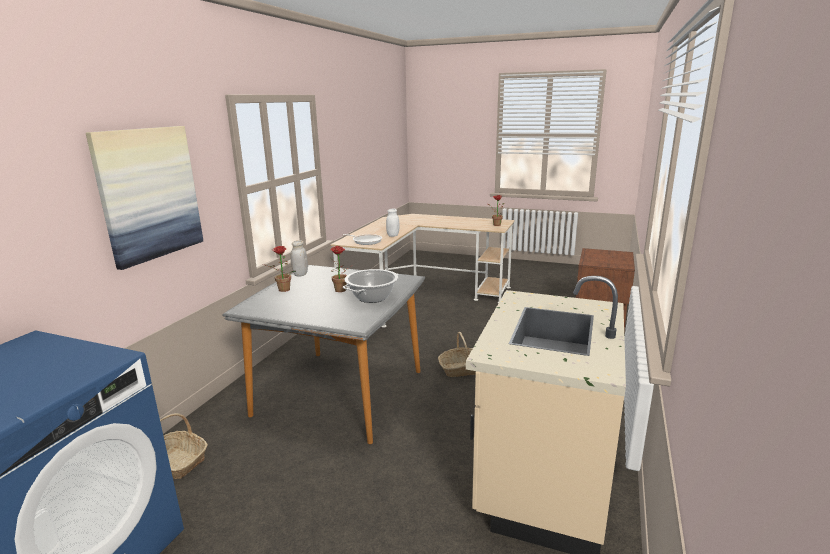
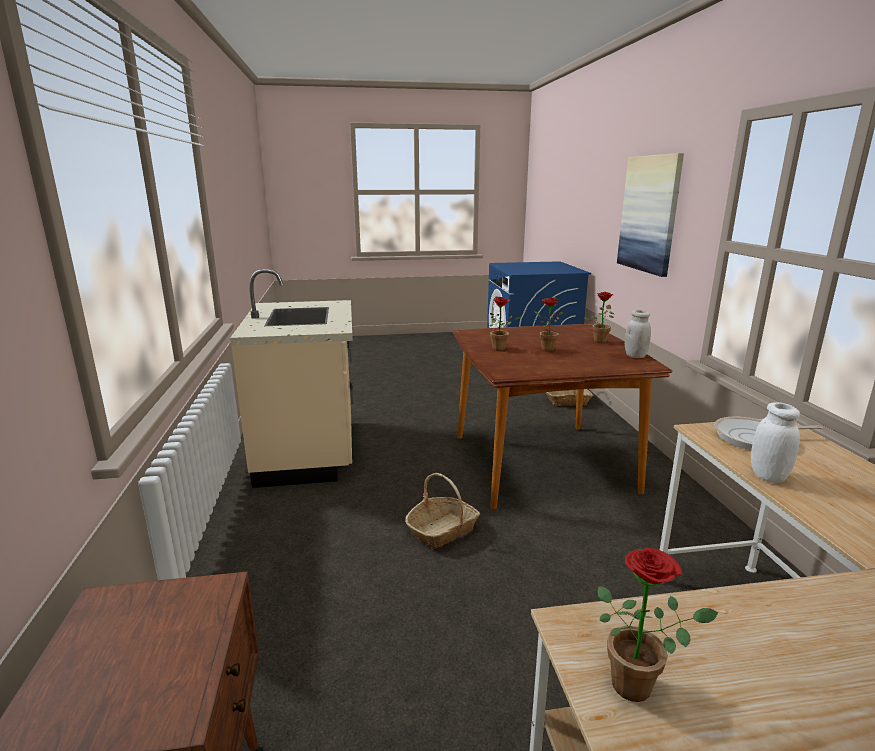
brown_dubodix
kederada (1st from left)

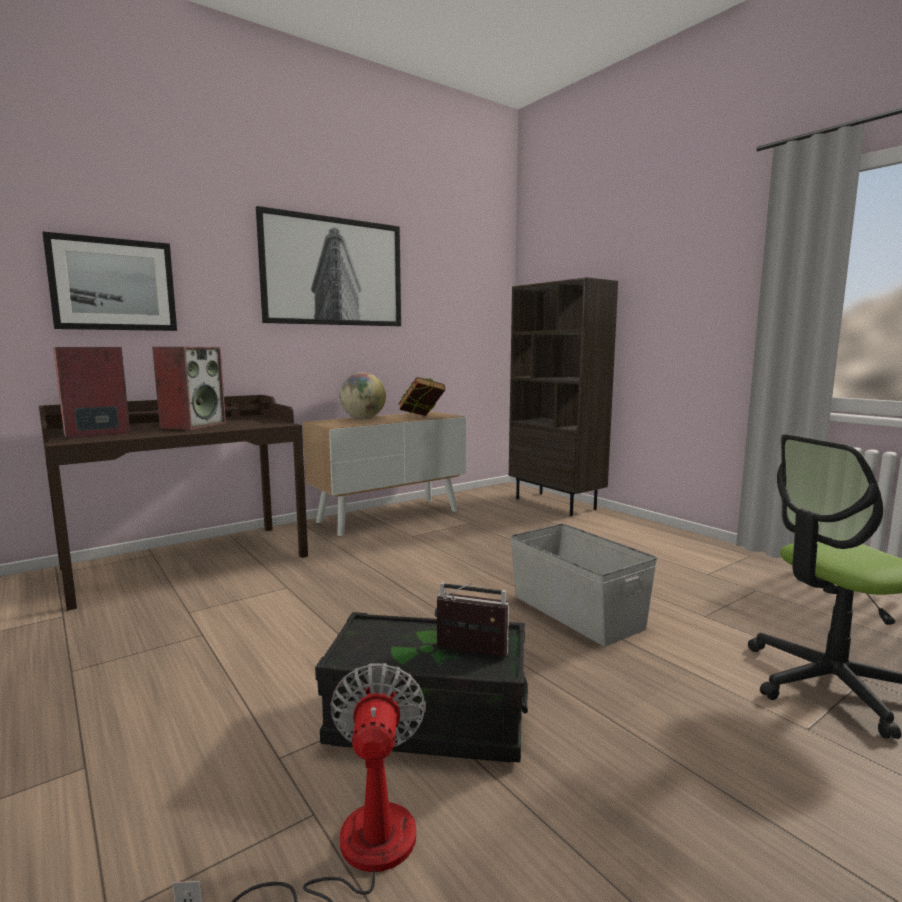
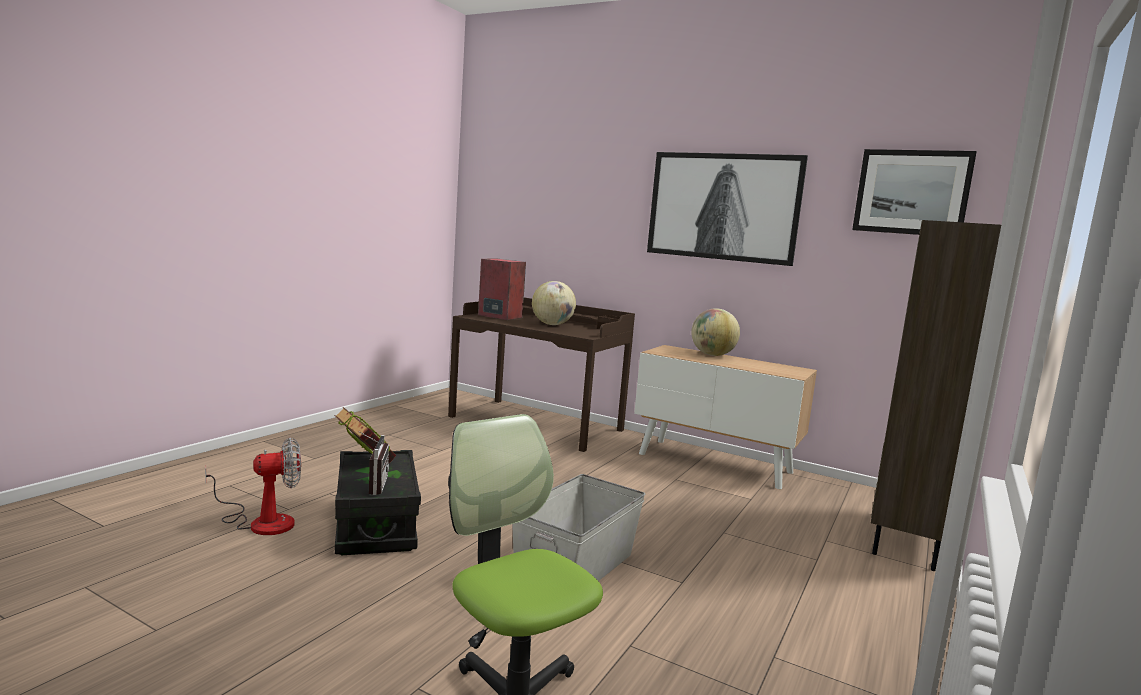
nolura (2nd from left)
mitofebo (1st from left)
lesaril

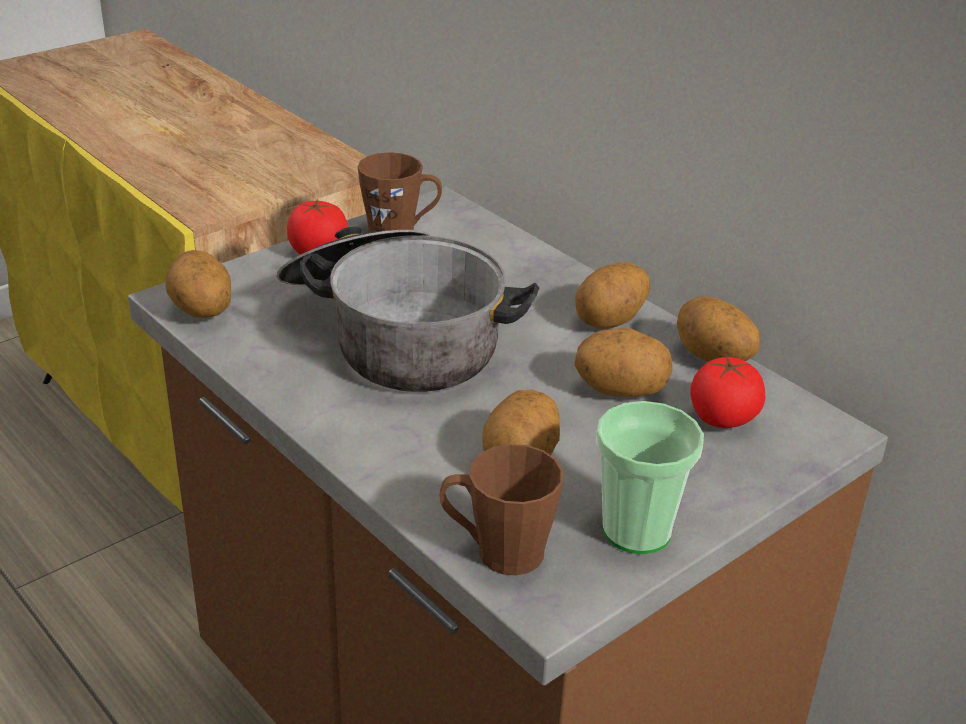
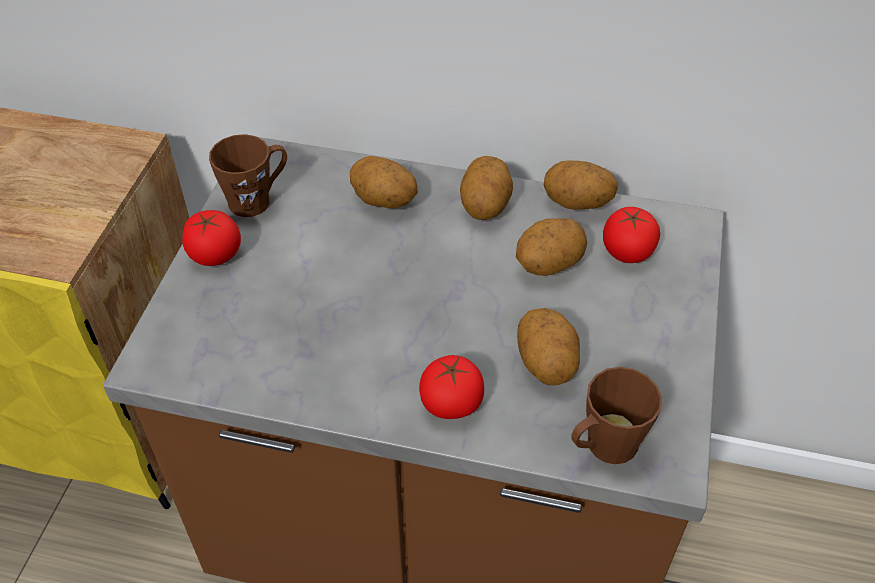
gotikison (1st from left)
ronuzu
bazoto
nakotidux (2nd from left)

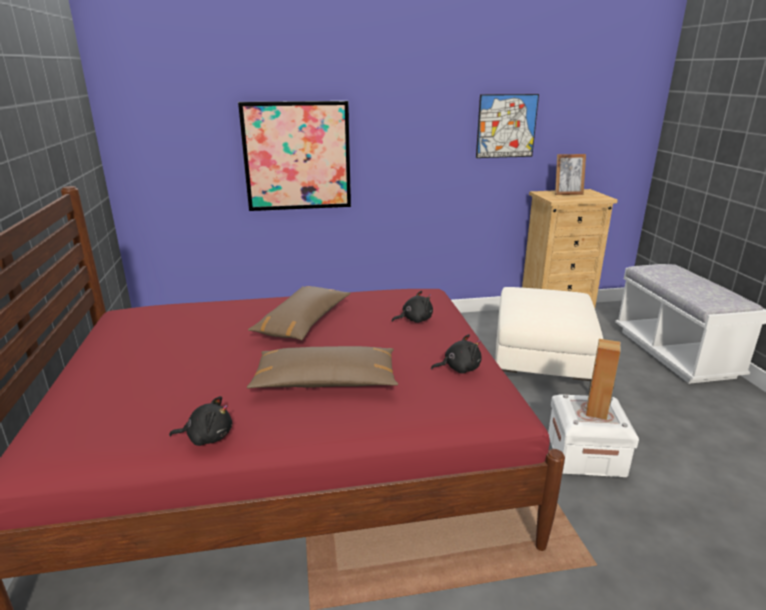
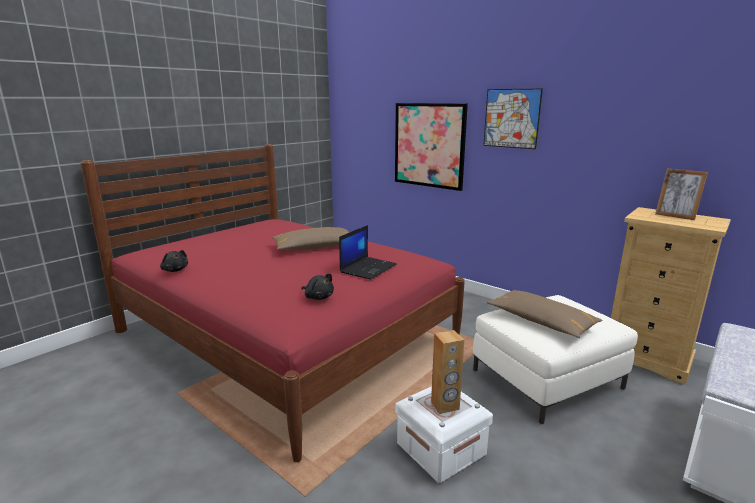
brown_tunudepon (2nd from left)
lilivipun
nolura (2nd from left)

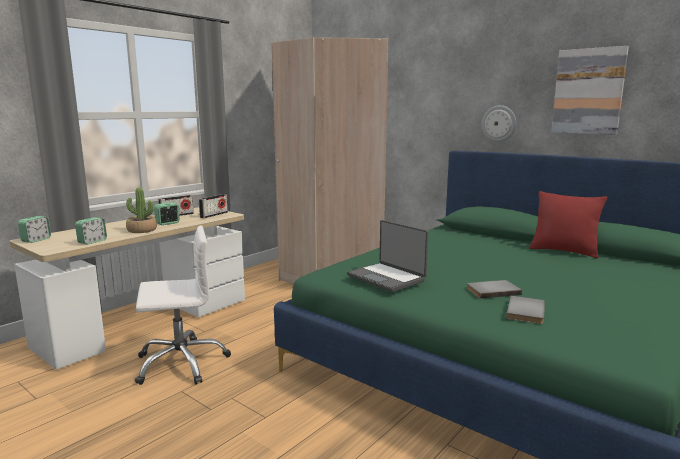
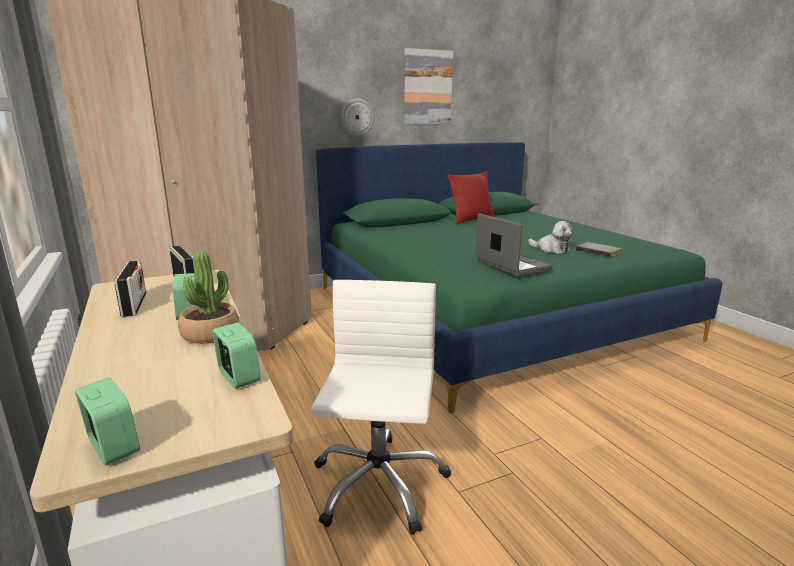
lilivipun
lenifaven

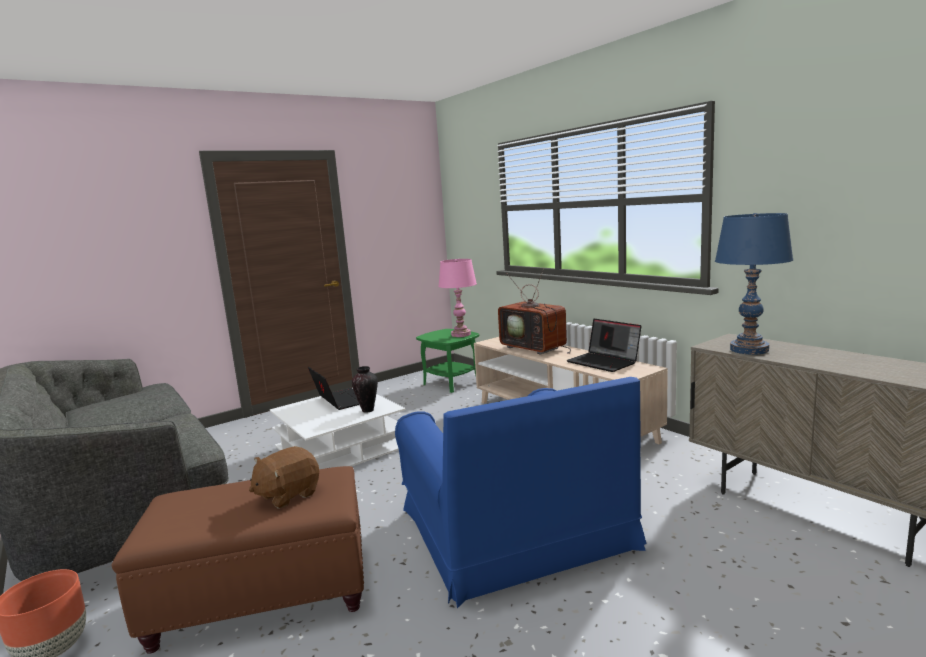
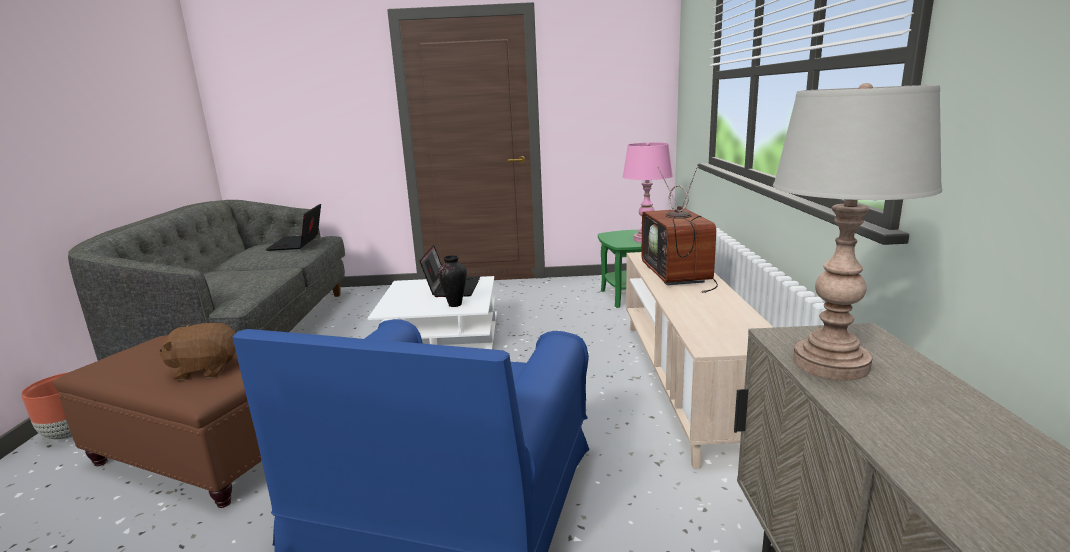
lilivipun (1st from left)
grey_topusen

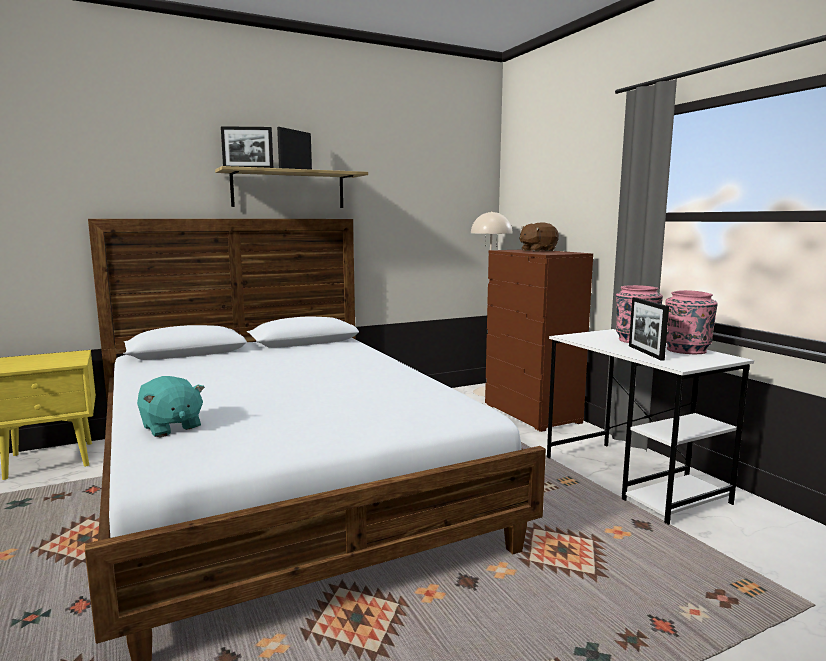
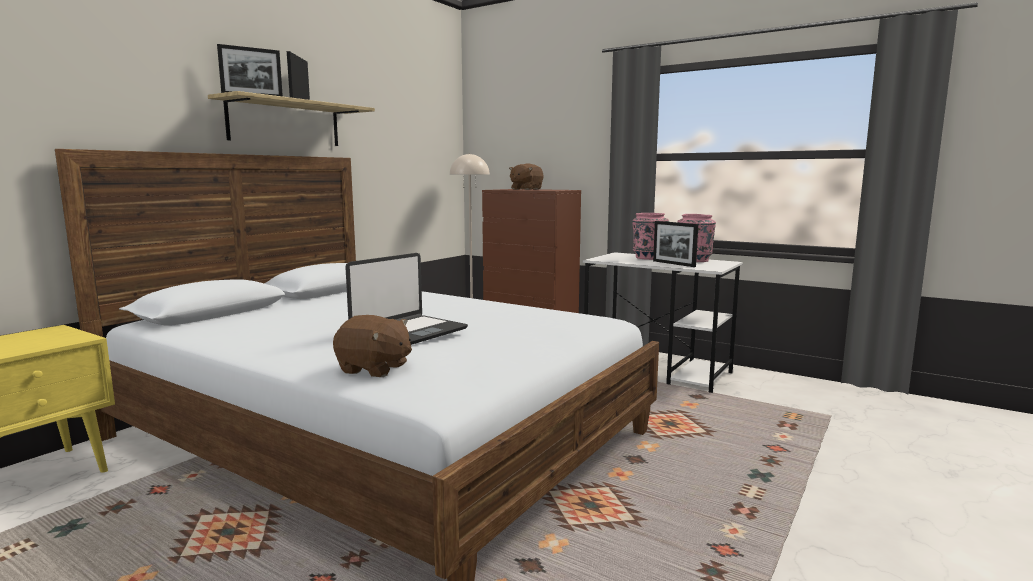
brown_lenifaven (1st from left)
lilivipun

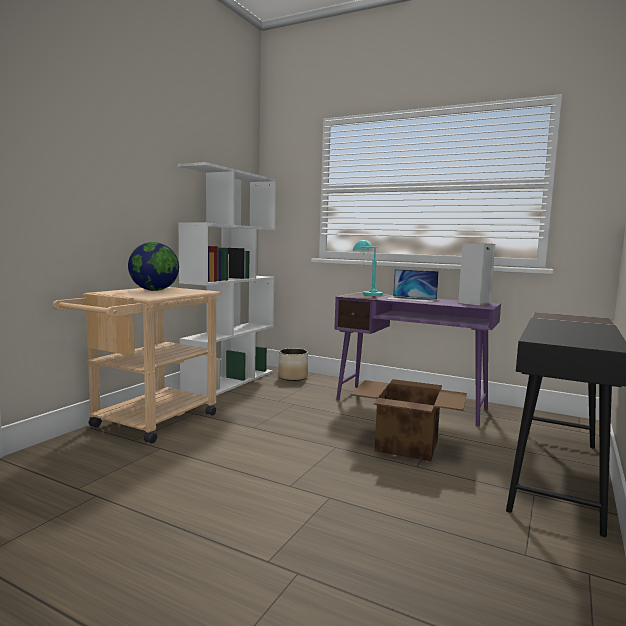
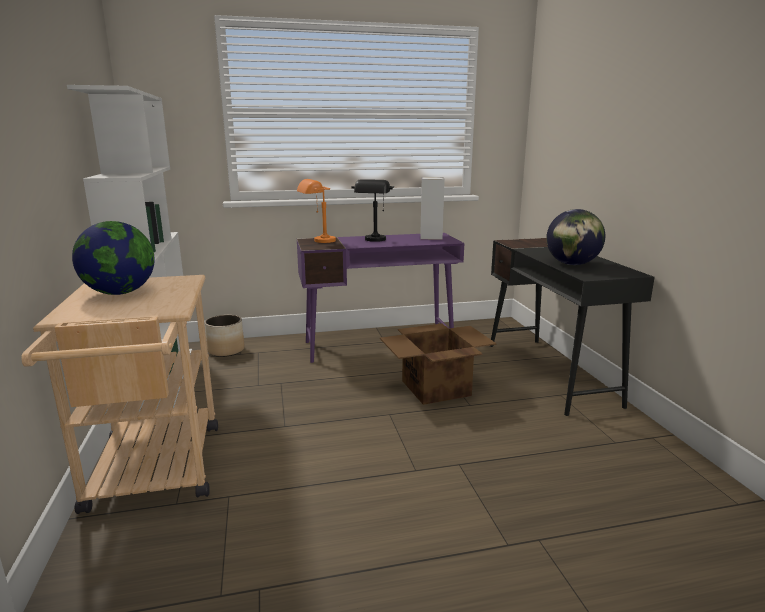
orange_topusen
black_topusen
mitofebo (2nd from left)

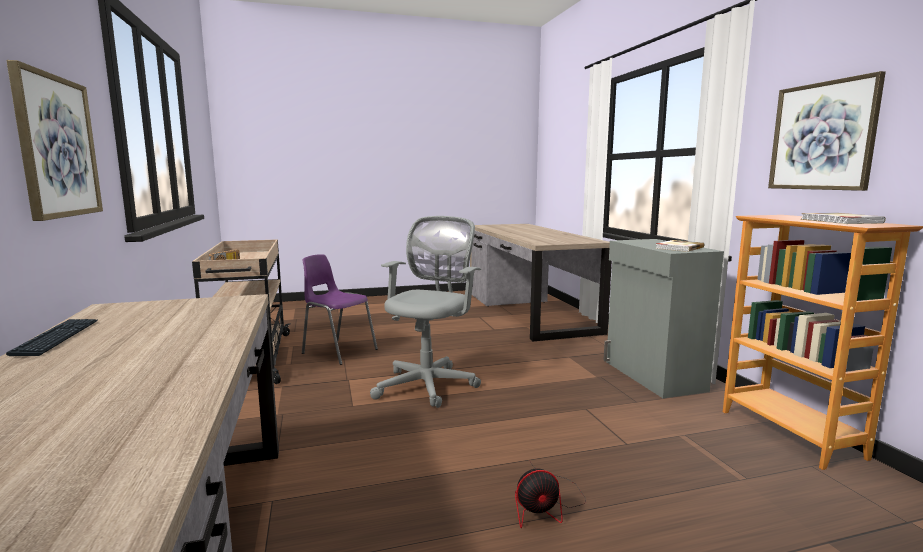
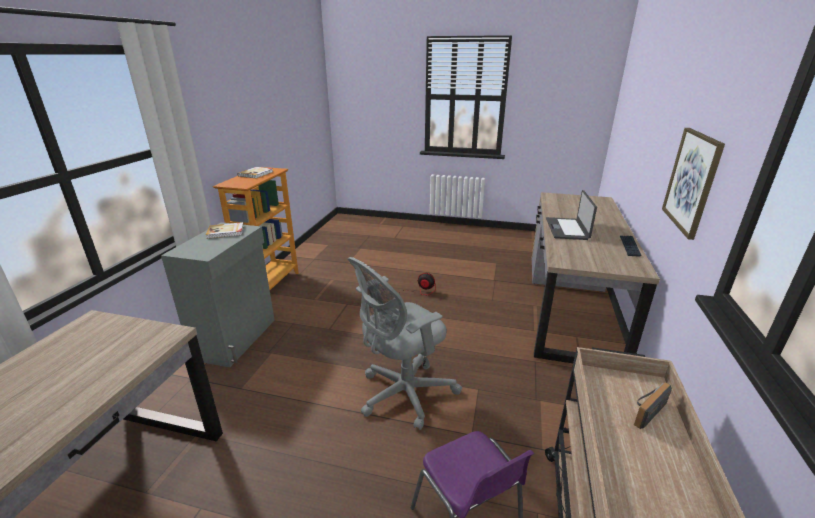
nolura (2nd from left in the first image)
lilivipun

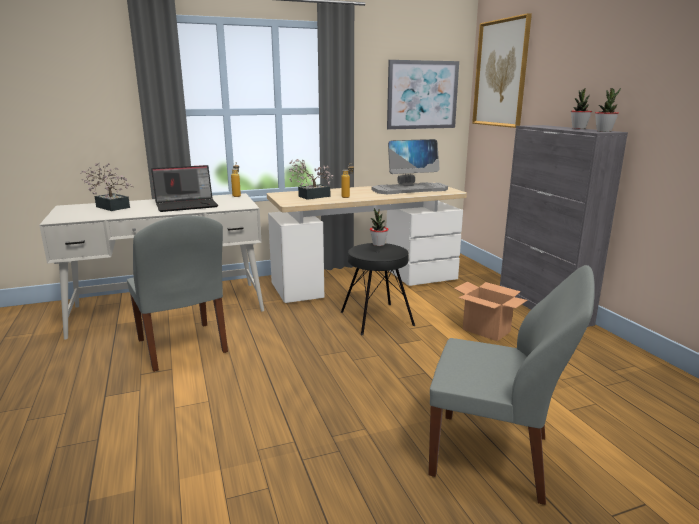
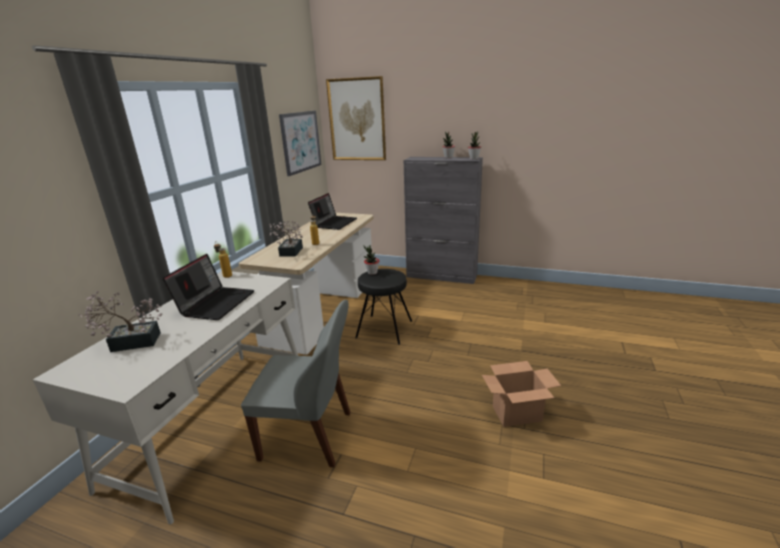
lilivipun (2nd from left)
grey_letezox (2nd from left in the first image)
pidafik

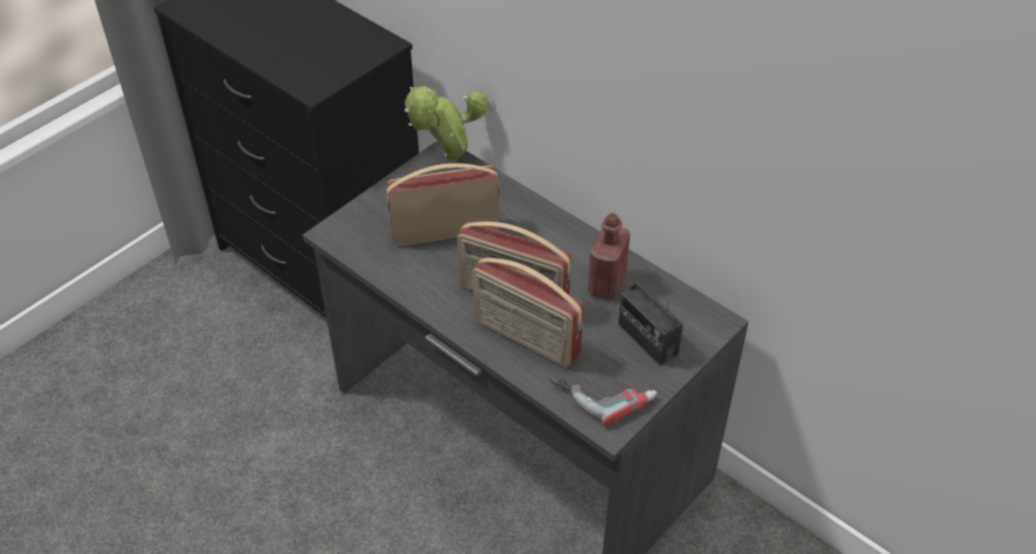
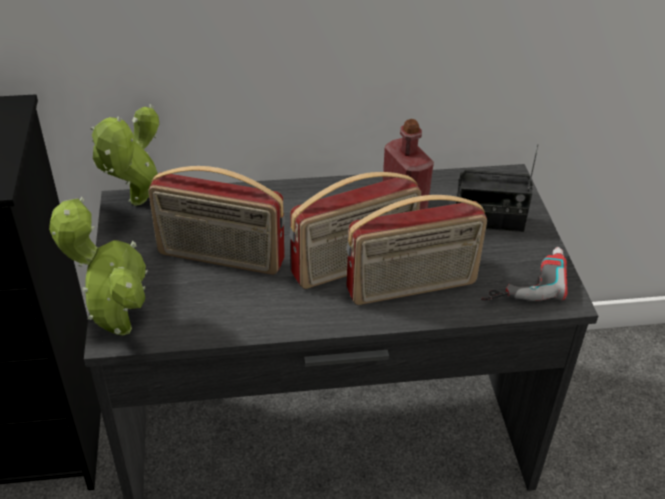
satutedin (1st from left)
kederada (1st from left)

